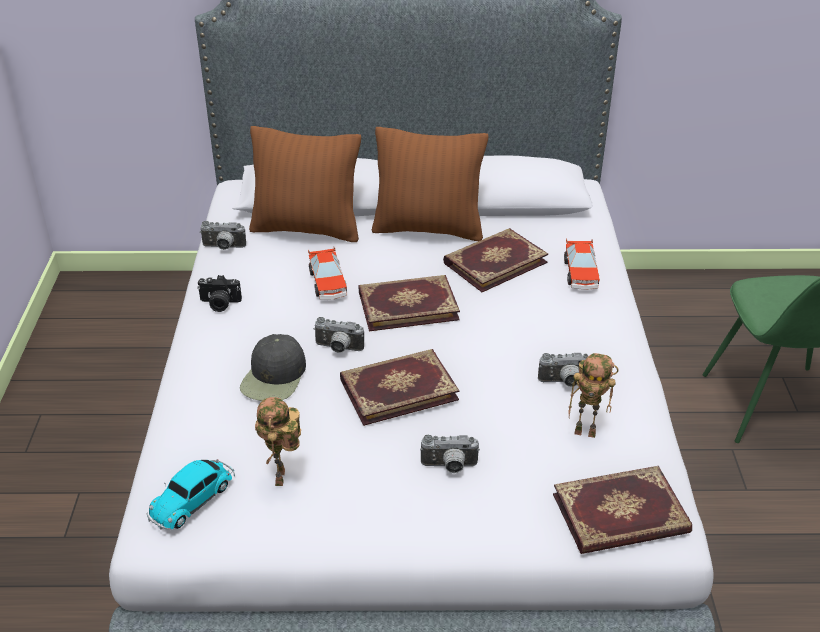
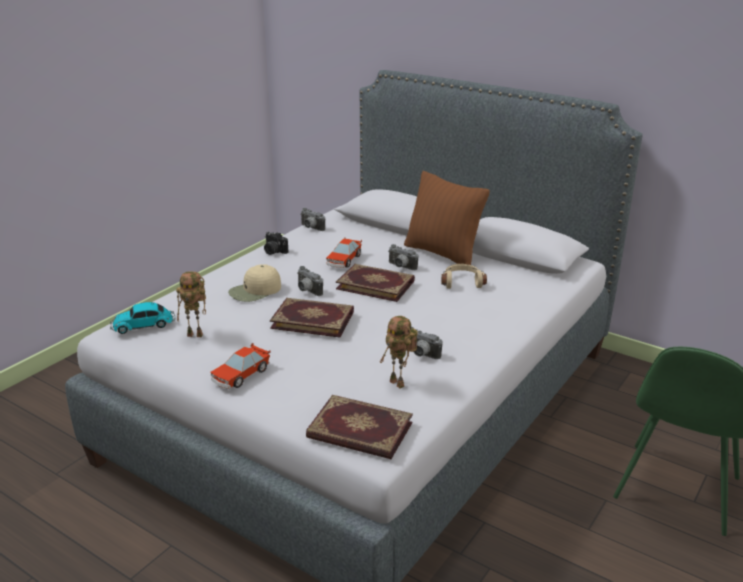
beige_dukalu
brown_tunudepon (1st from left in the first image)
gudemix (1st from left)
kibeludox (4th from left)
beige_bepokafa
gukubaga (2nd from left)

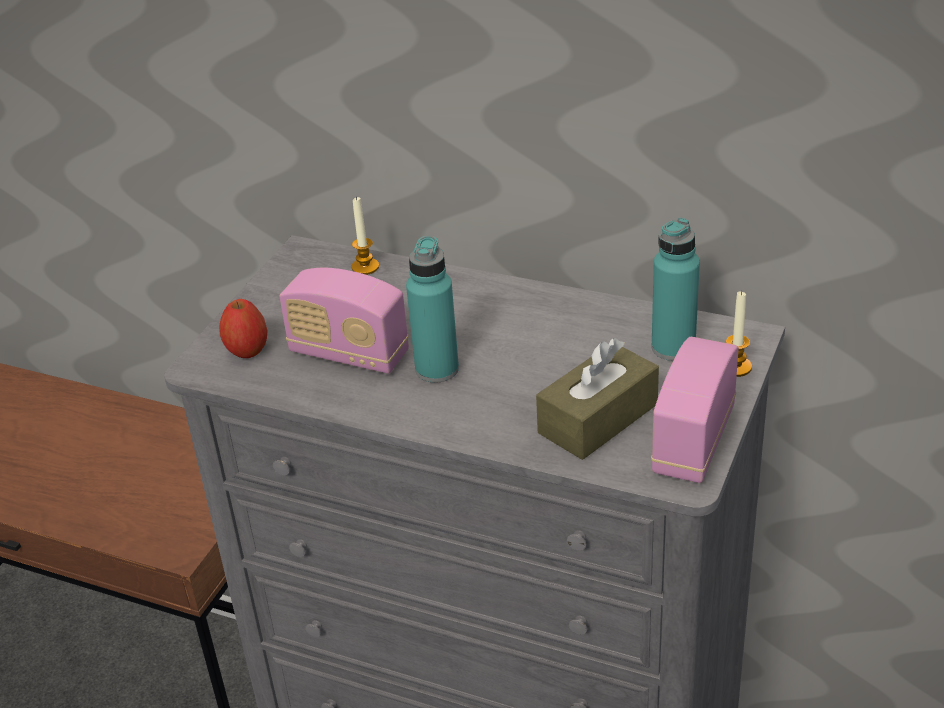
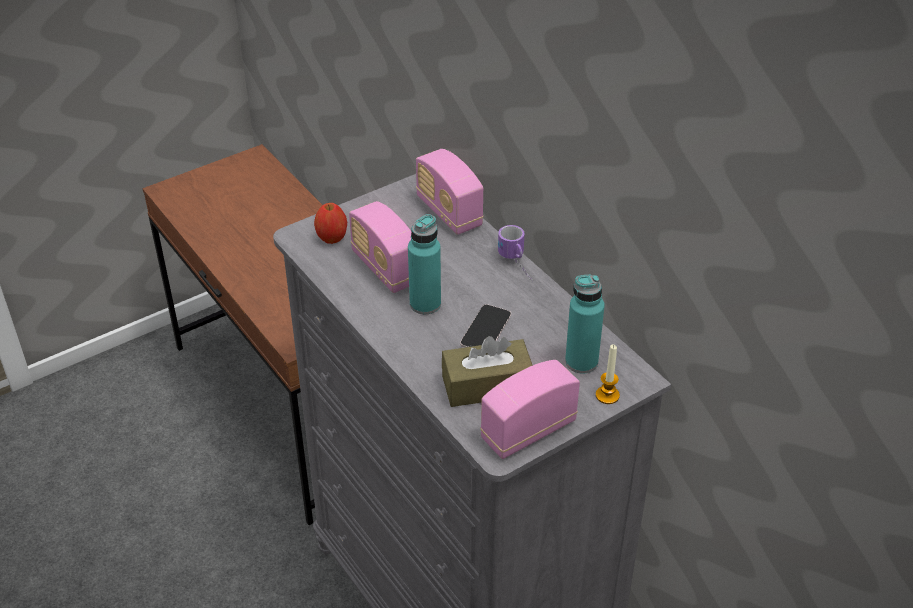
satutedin (2nd from left)
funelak
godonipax

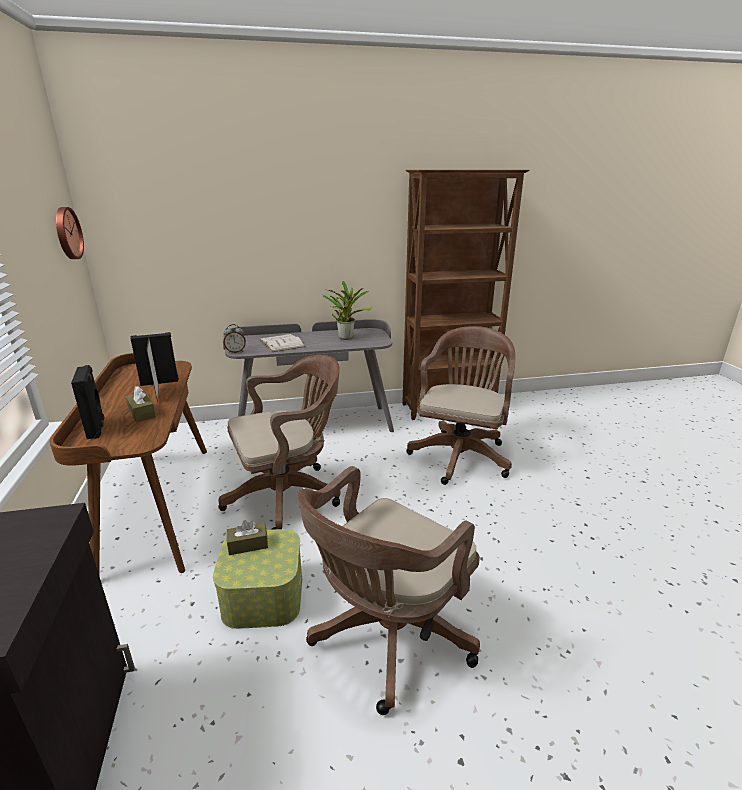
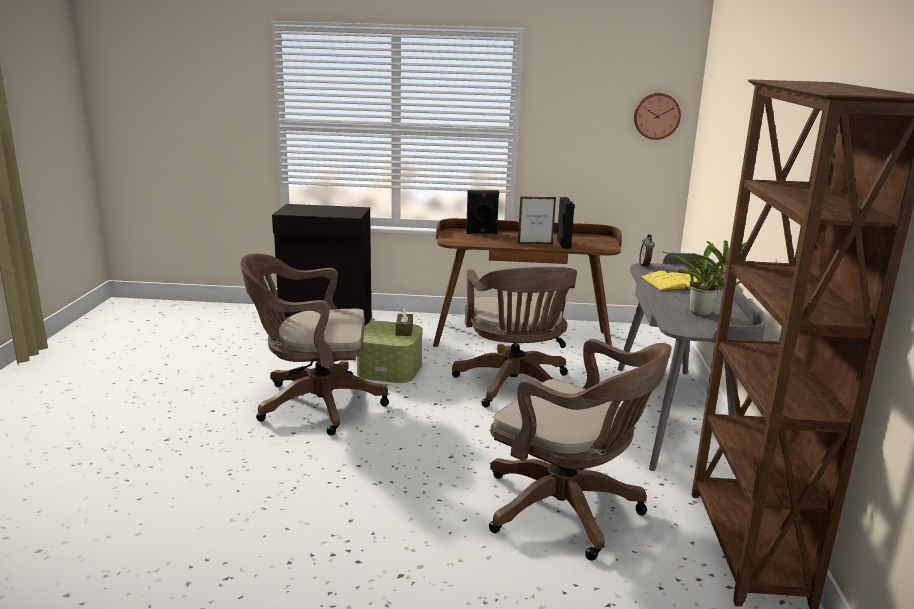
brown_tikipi (1st from left in the first image)
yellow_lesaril
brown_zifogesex (1st from left)

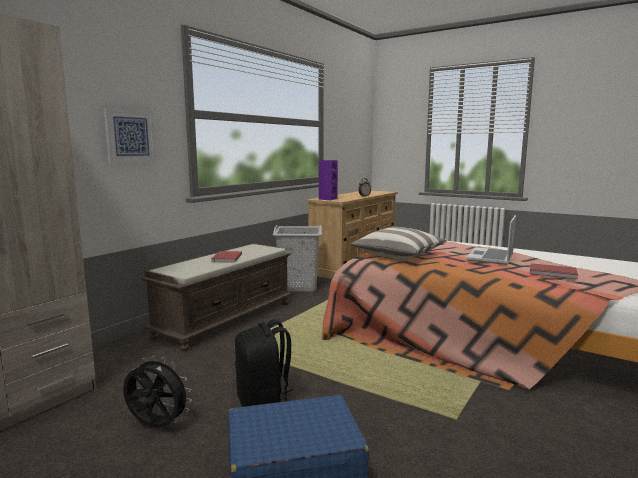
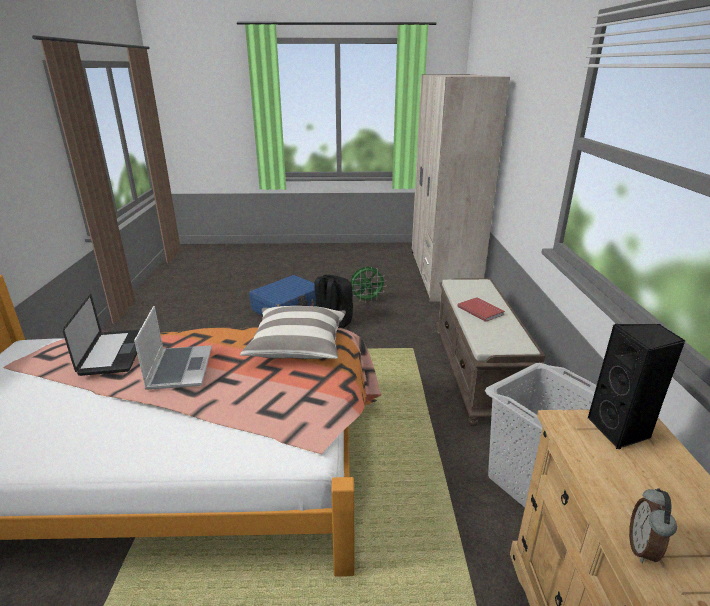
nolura
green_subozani
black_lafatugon
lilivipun (1st from left)

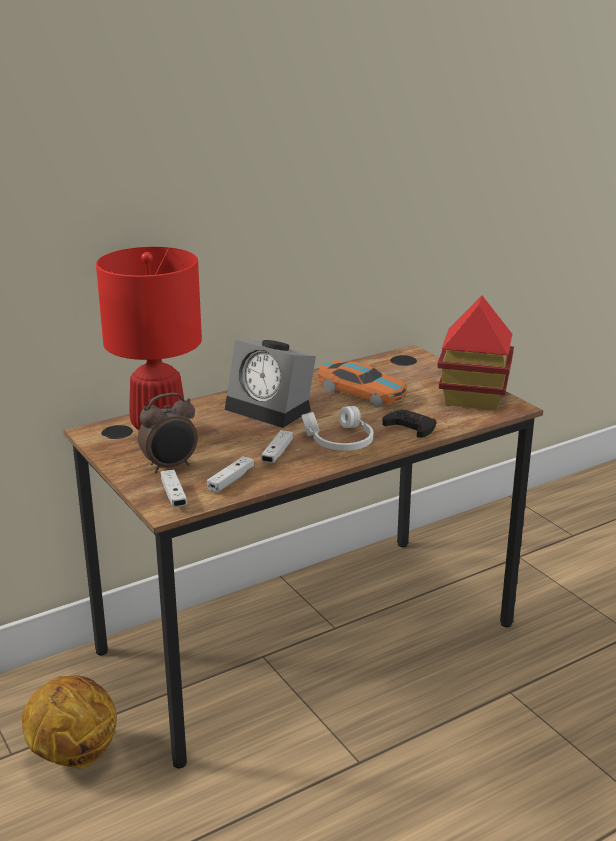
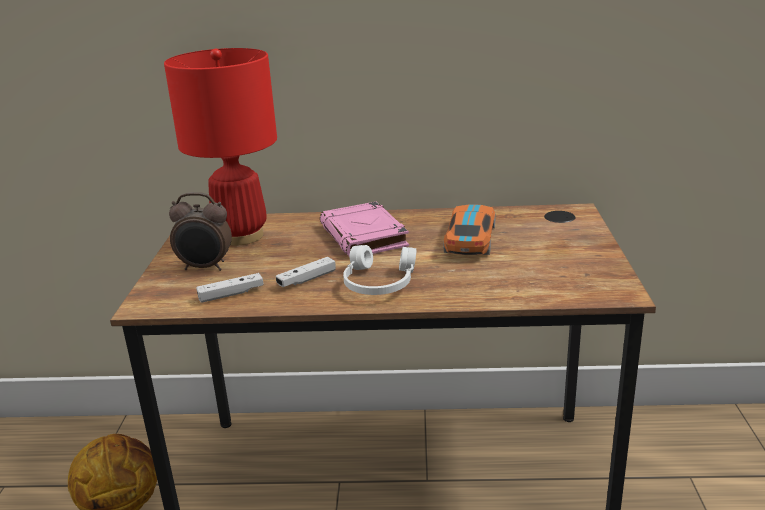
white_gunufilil (1st from left in the first image)
pink_lesaril
gukubaga
black_gunufilil
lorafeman

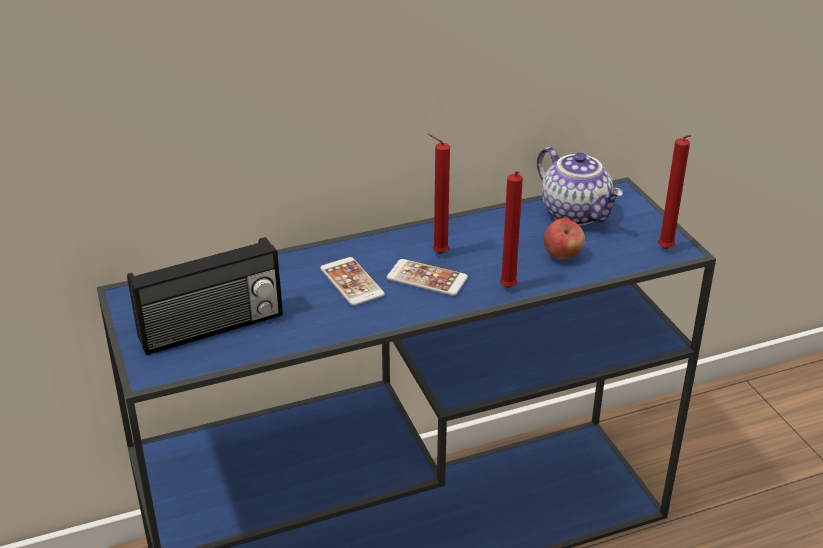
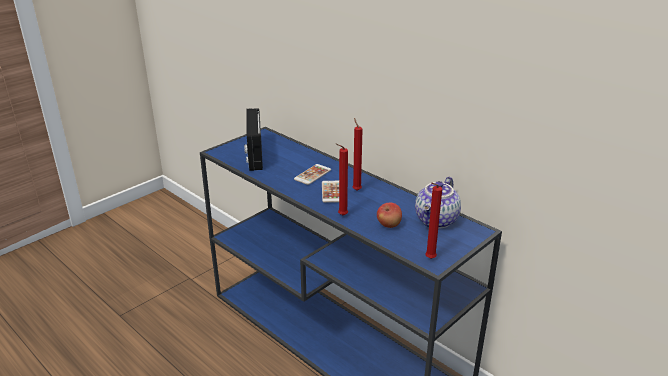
satutedin

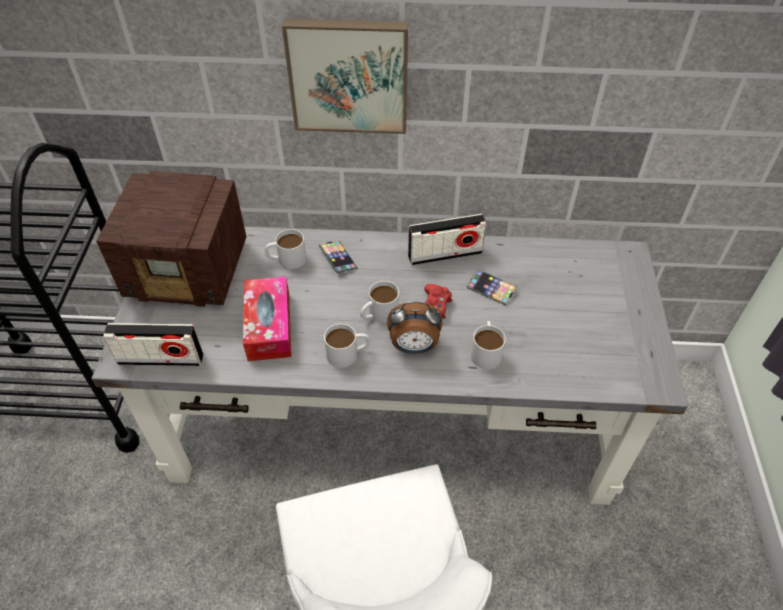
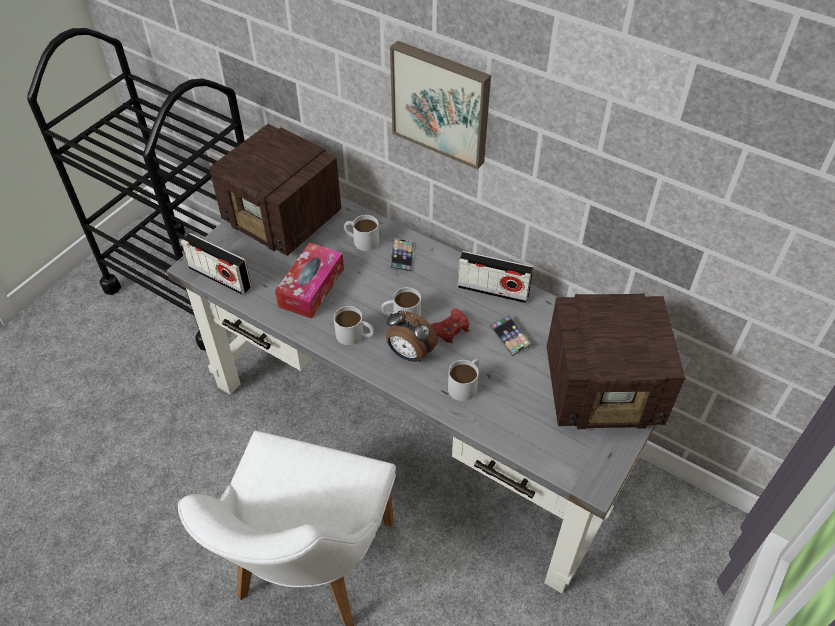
satutedin (4th from left)

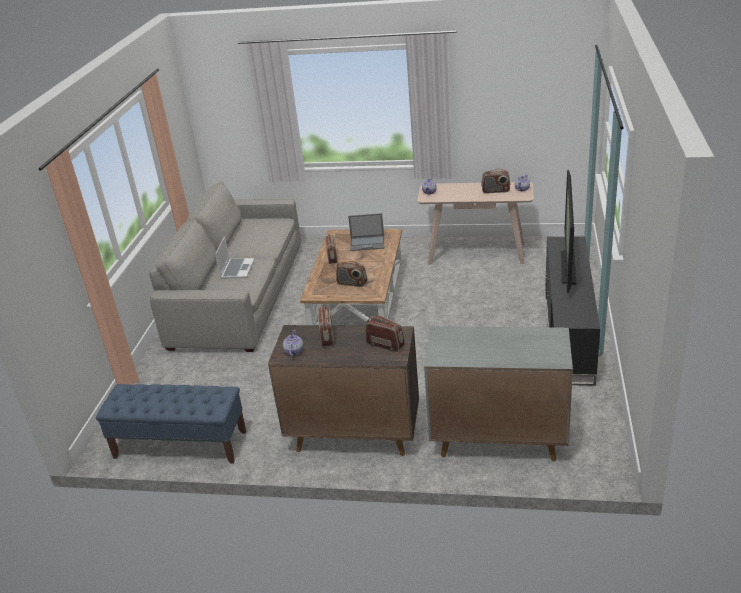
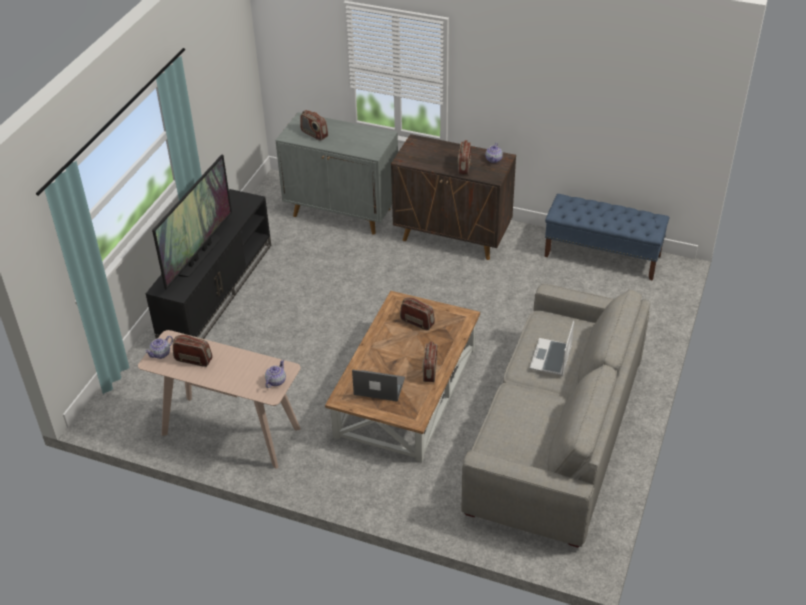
satutedin (2nd from left)

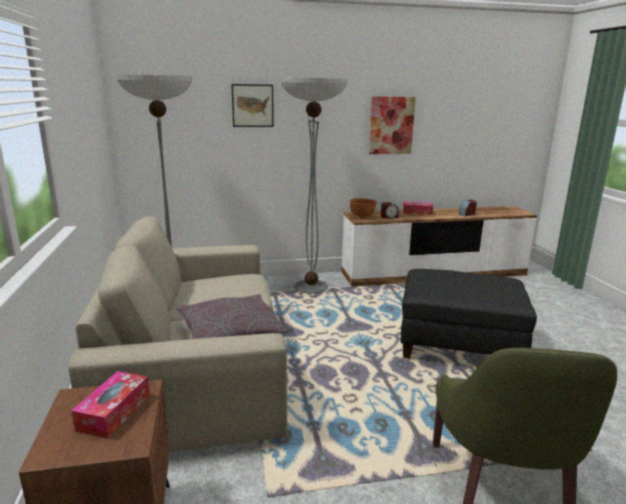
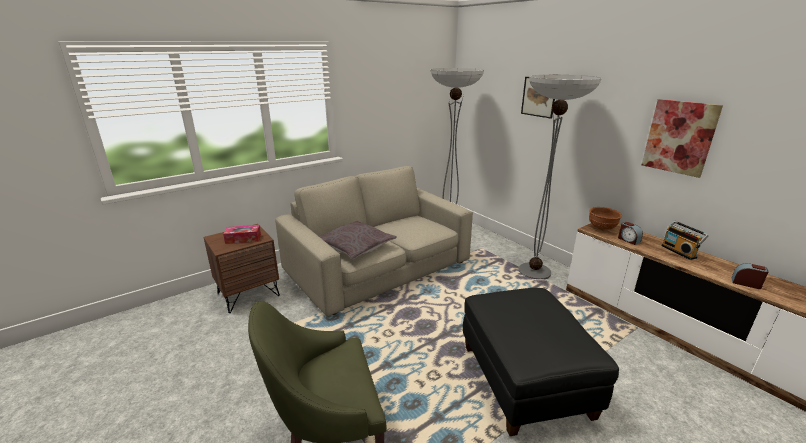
satutedin

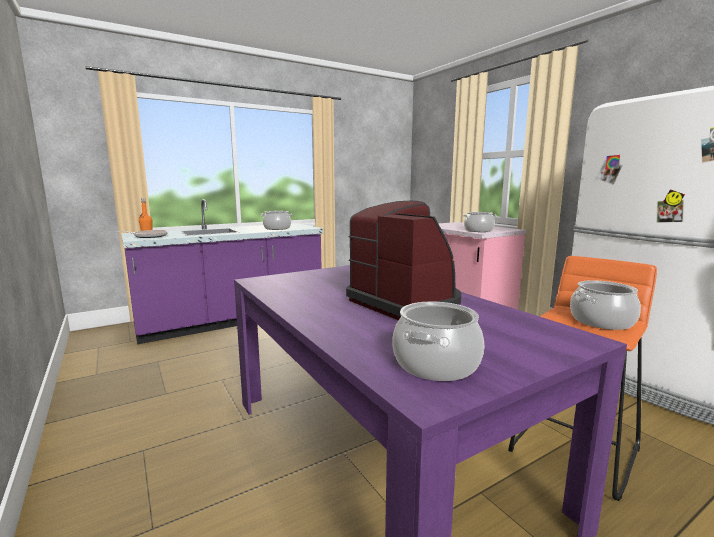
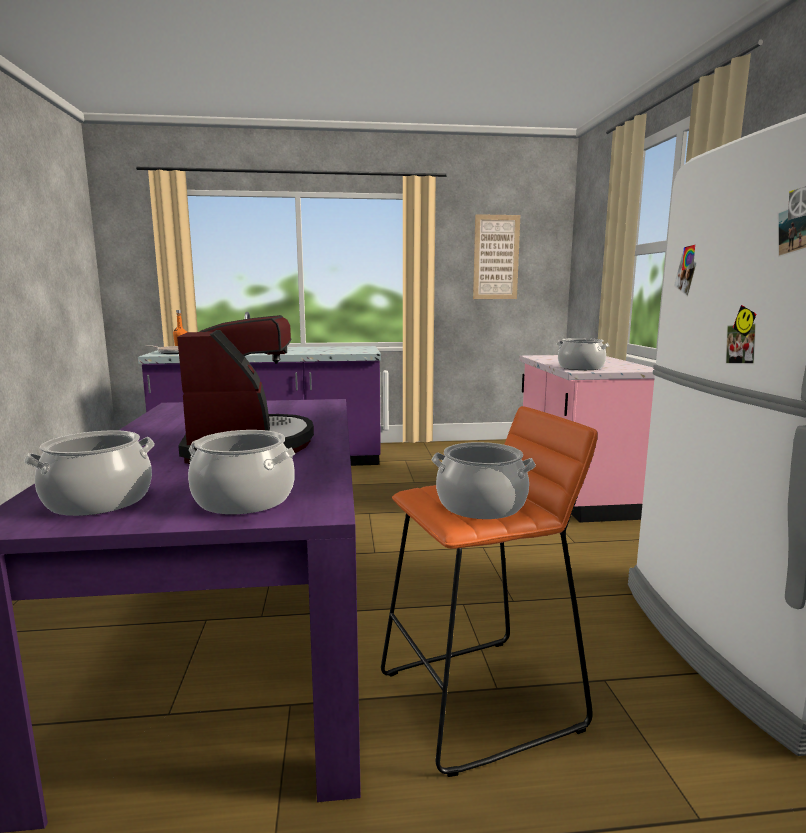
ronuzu (2nd from left)
nolura

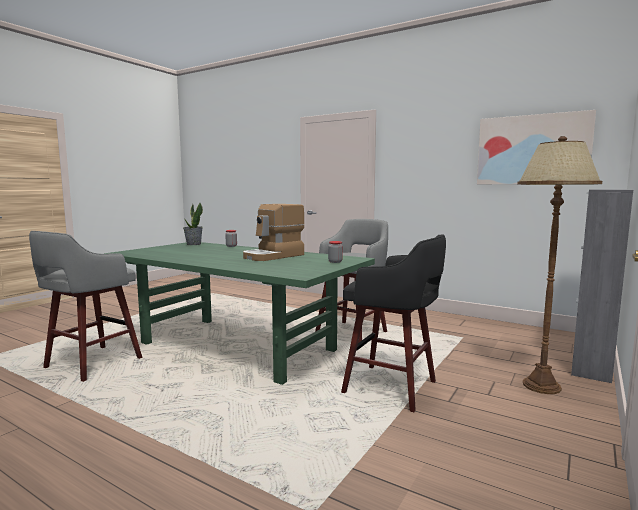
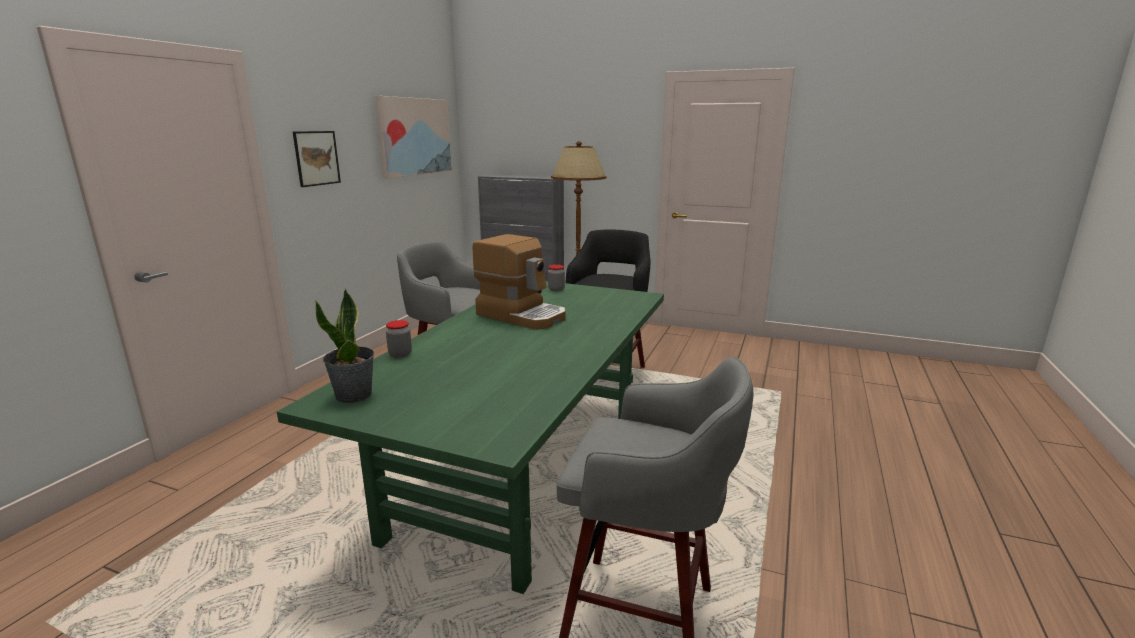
nolura (1st from left)

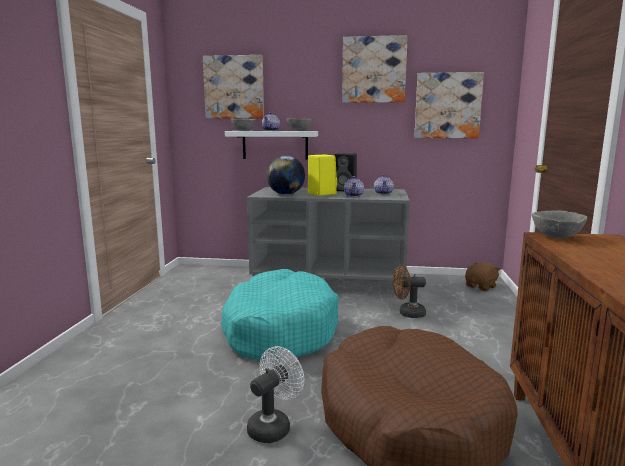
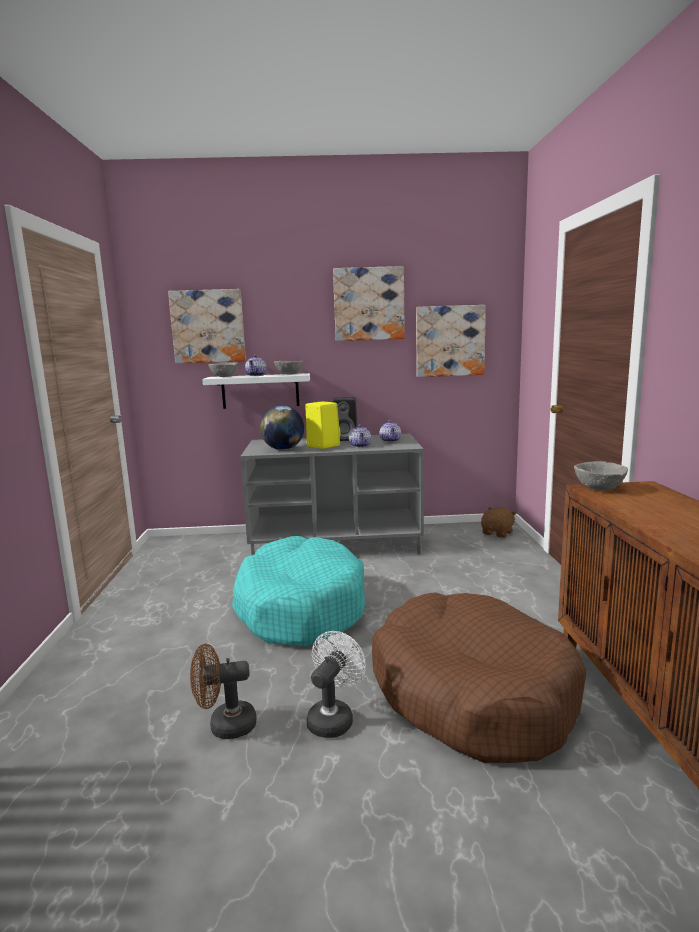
brown_subozani

